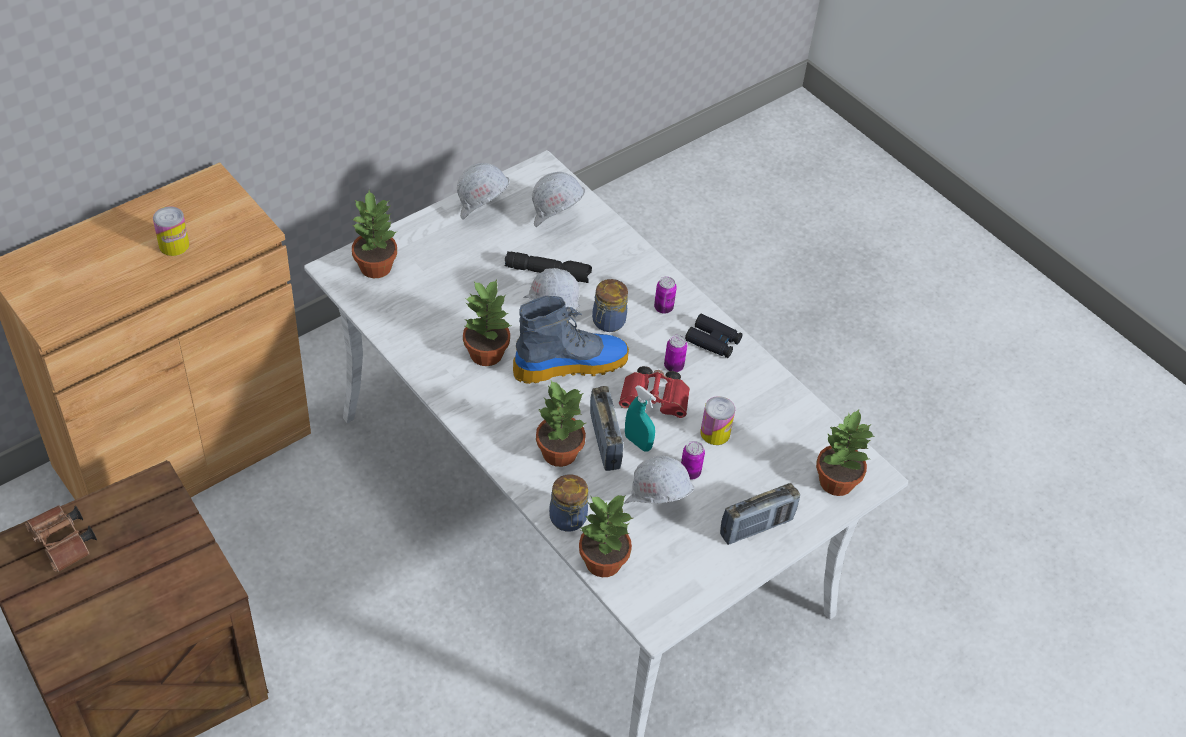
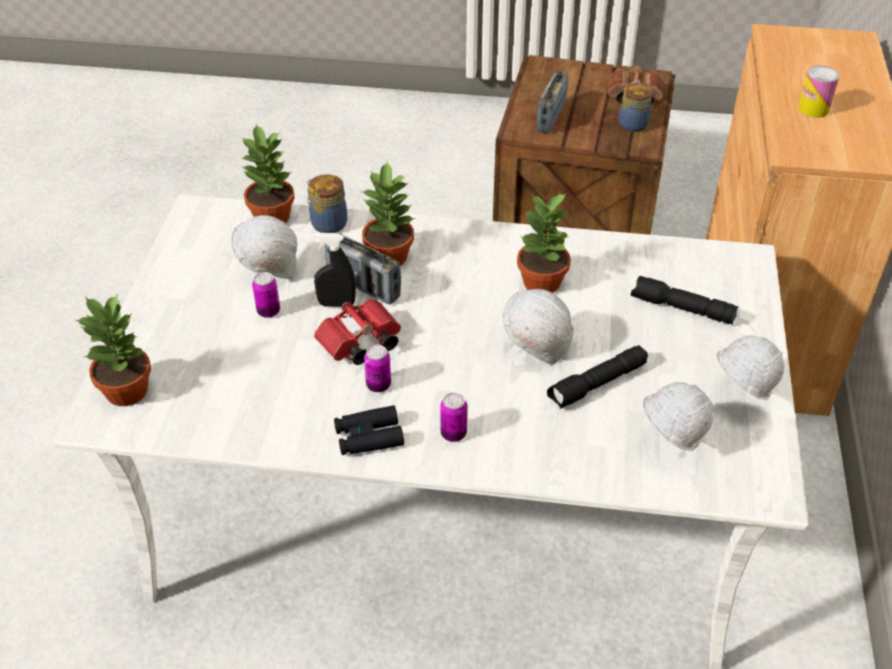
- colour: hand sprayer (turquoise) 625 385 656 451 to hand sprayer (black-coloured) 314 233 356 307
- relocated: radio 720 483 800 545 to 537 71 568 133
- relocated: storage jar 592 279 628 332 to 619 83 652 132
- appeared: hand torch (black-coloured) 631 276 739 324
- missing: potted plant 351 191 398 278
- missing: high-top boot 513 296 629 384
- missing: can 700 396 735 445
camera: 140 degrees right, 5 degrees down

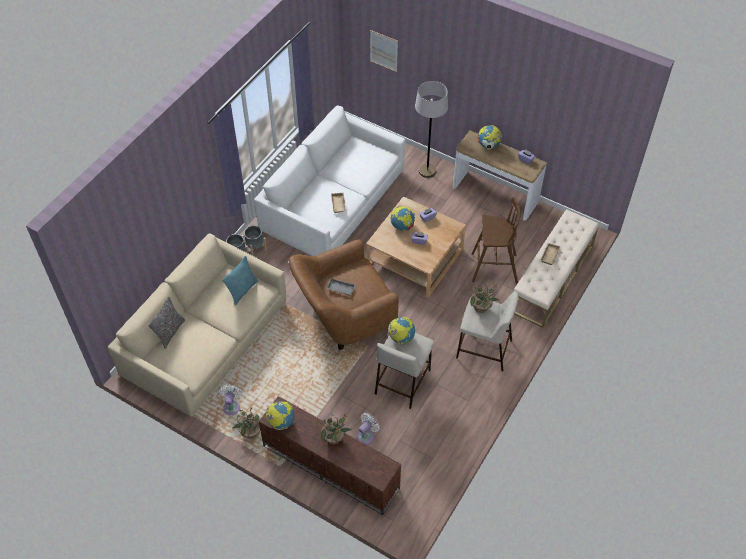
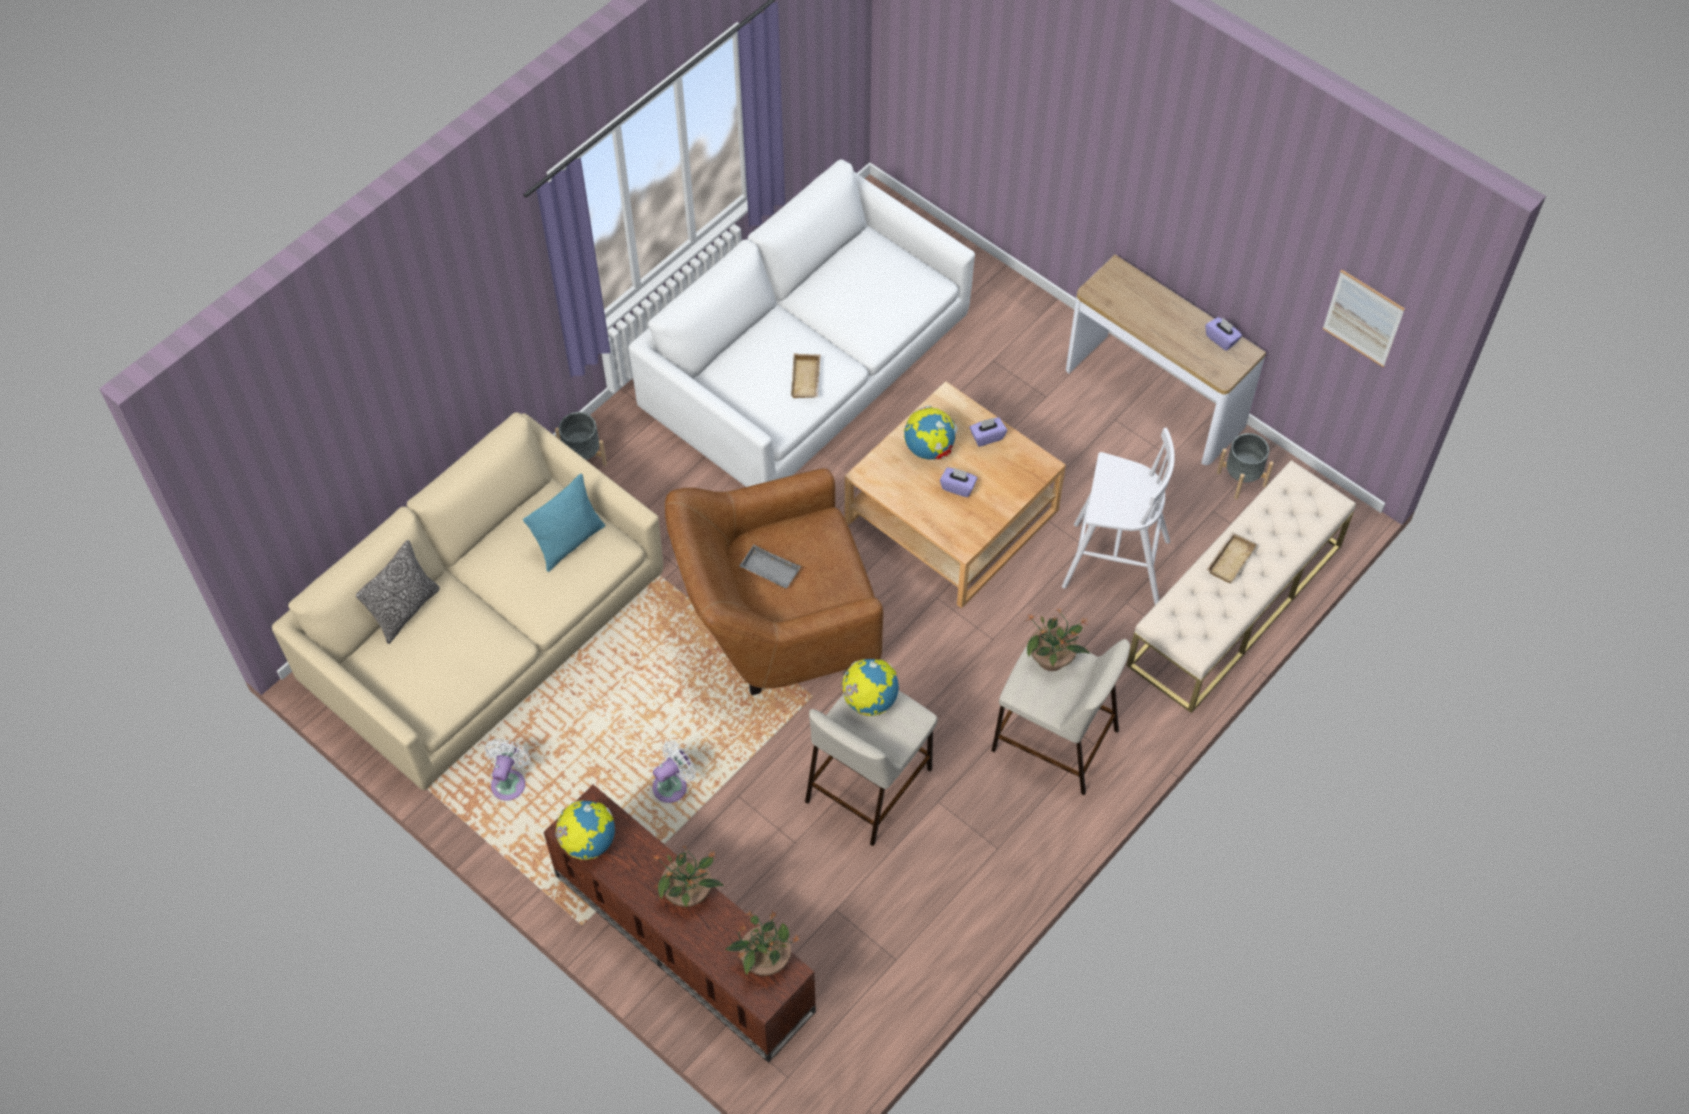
- relocated: cooling fan (white-coloured) 357 413 380 445 to 652 741 696 803
- relocated: potted plant 232 407 260 438 to 725 911 800 976
- colour: stool seat (brown) 472 197 521 284 to stool seat (white-coloured) 1062 428 1175 605
- relocated: planter (greyish) 242 226 267 256 to 1217 433 1274 499
- relocated: wall picture 370 30 398 72 to 1323 269 1405 368
- missing: floor lamp (greyish) 415 81 448 178
- missing: world globe 477 125 502 150
camera: 10 degrees right, 5 degrees up

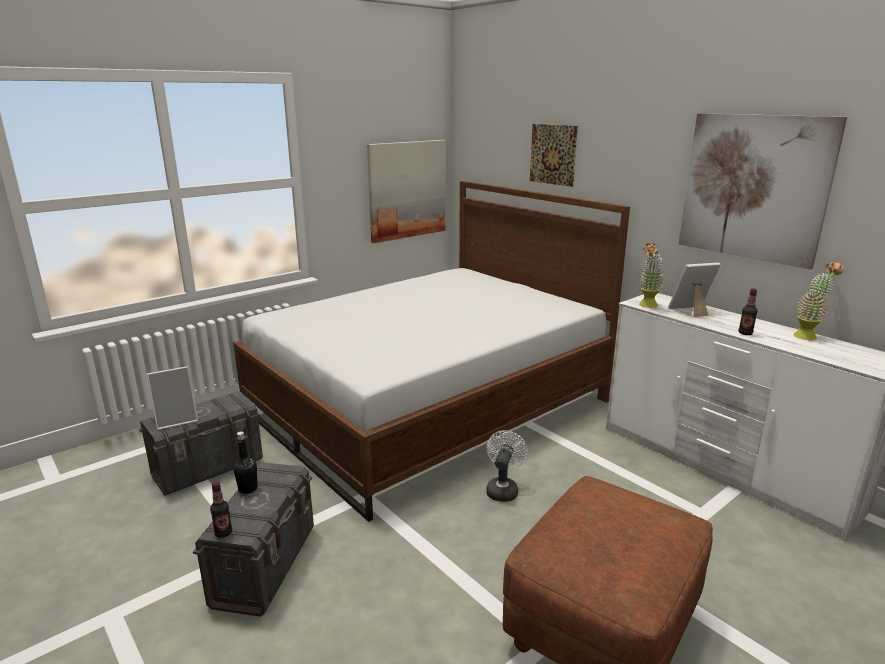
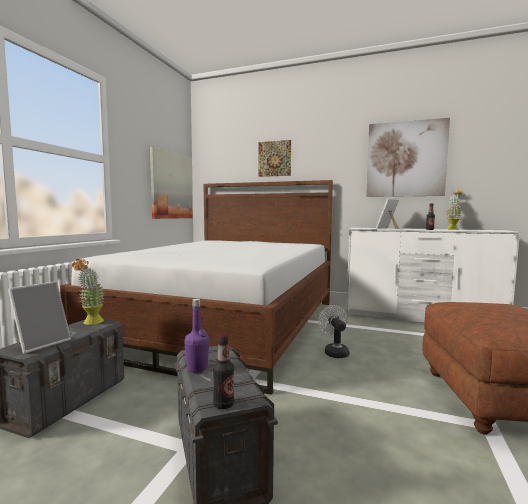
- relocated: potted plant 639 243 664 308 to 72 259 105 325
- colour: bottle (black-coloured) 233 431 257 494 to bottle (purplish) 184 299 209 372
camera: 30 degrees left, 15 degrees down

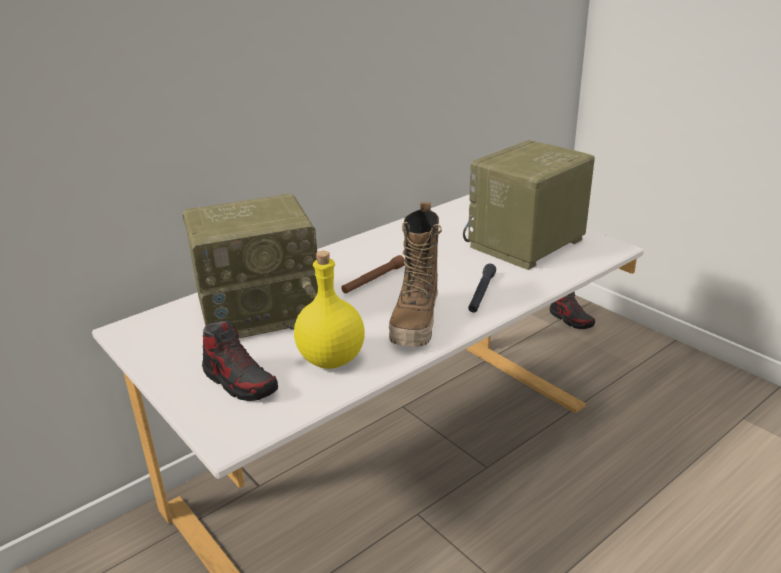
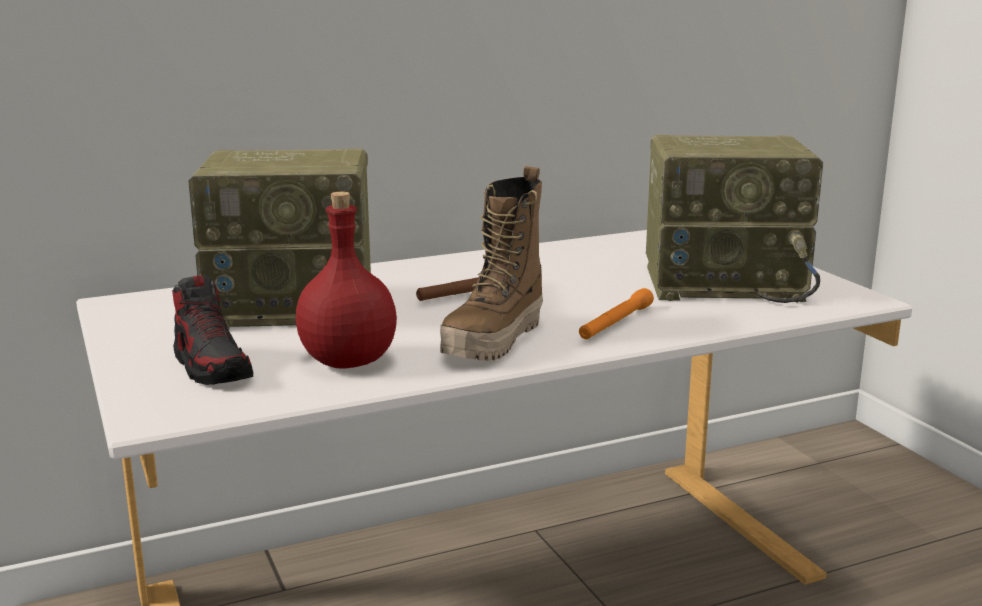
- colour: bottle (yellow-coloured) 294 251 365 369 to bottle (reddish) 296 192 397 369
- colour: hand torch (black-coloured) 468 264 496 313 to hand torch (orange-coloured) 579 288 654 339
- spun: radio 463 140 595 270 = 646 135 823 303 150 degrees counterclockwise
- missing: low shoe 550 292 595 329
camera: 15 degrees right, 10 degrees down

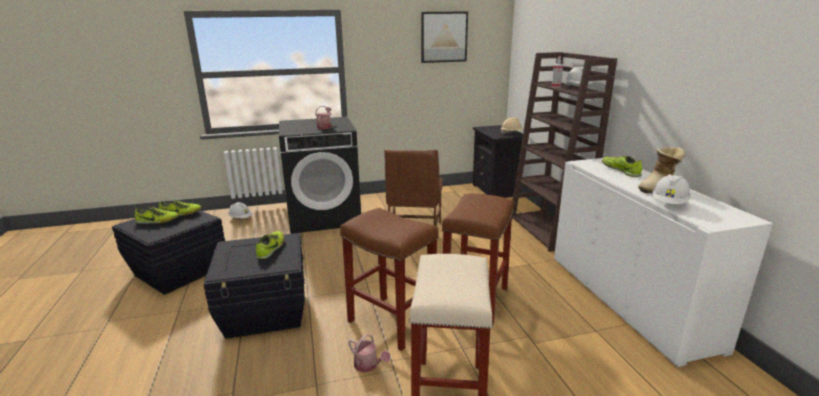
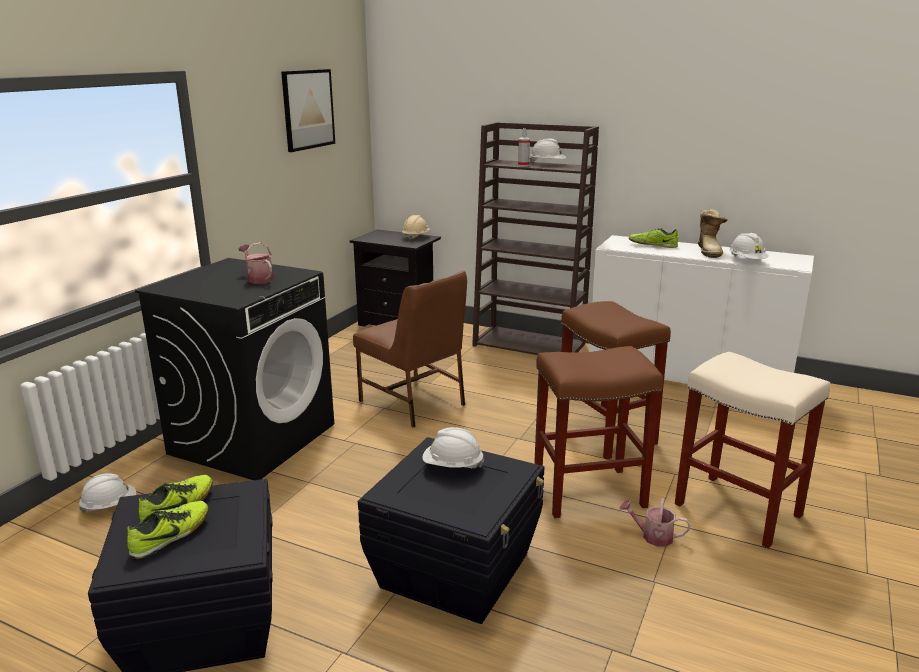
- exchanged: low shoe 256 231 284 260 to safety helmet (white-coloured) 422 427 484 468
- spun: watering can 348 334 390 373 = 620 498 691 546 150 degrees counterclockwise
camera: 50 degrees left, 0 degrees up

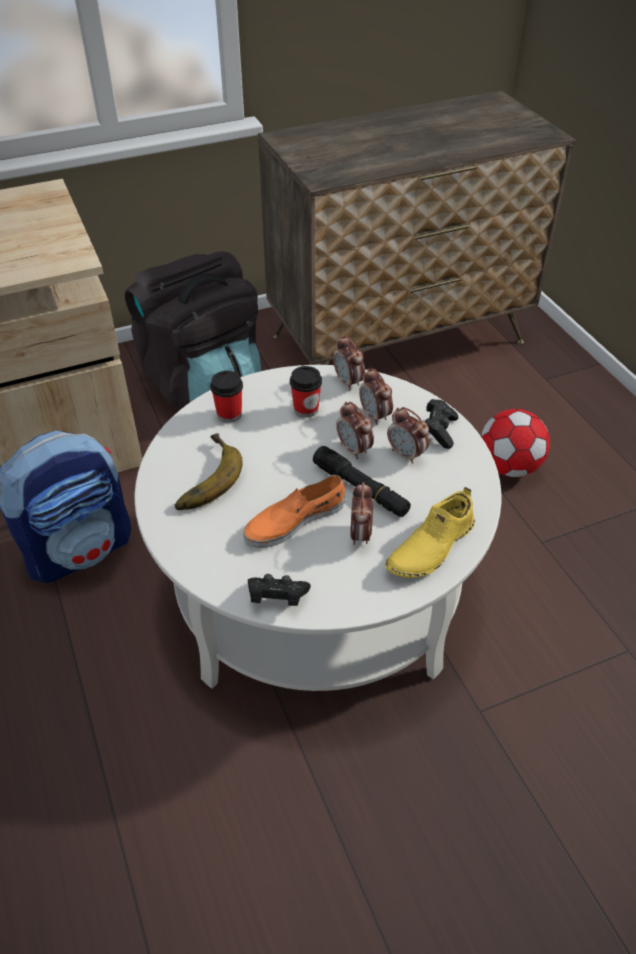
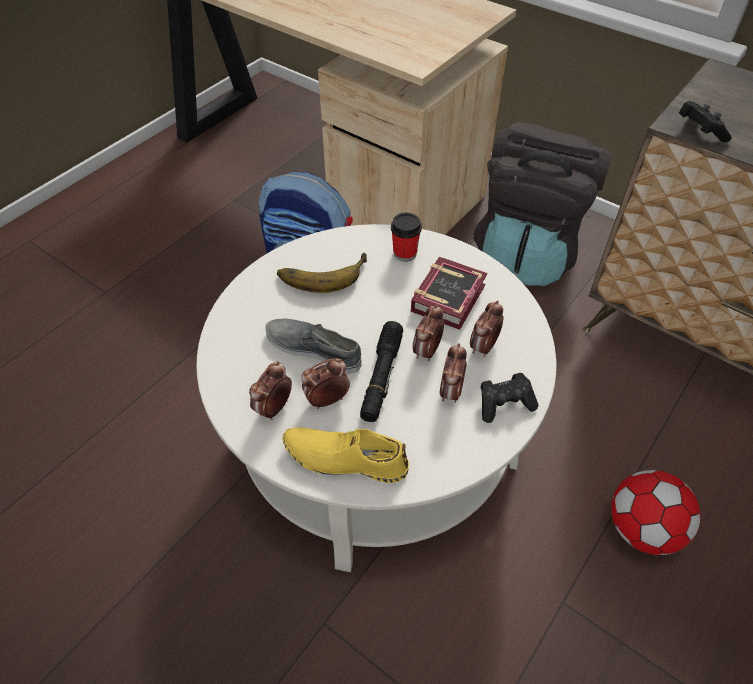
- relocated: alarm clock 333 335 365 390 to 249 361 292 420
- colour: low shoe (orange-coloured) 244 475 345 548 to low shoe (greyish) 265 319 361 374
- exchanged: cup 290 366 322 418 to bound book 411 257 487 330
- relocated: joypad (black-coloured) 248 574 311 606 to 679 101 732 142
camera: 60 degrees right, 5 degrees up

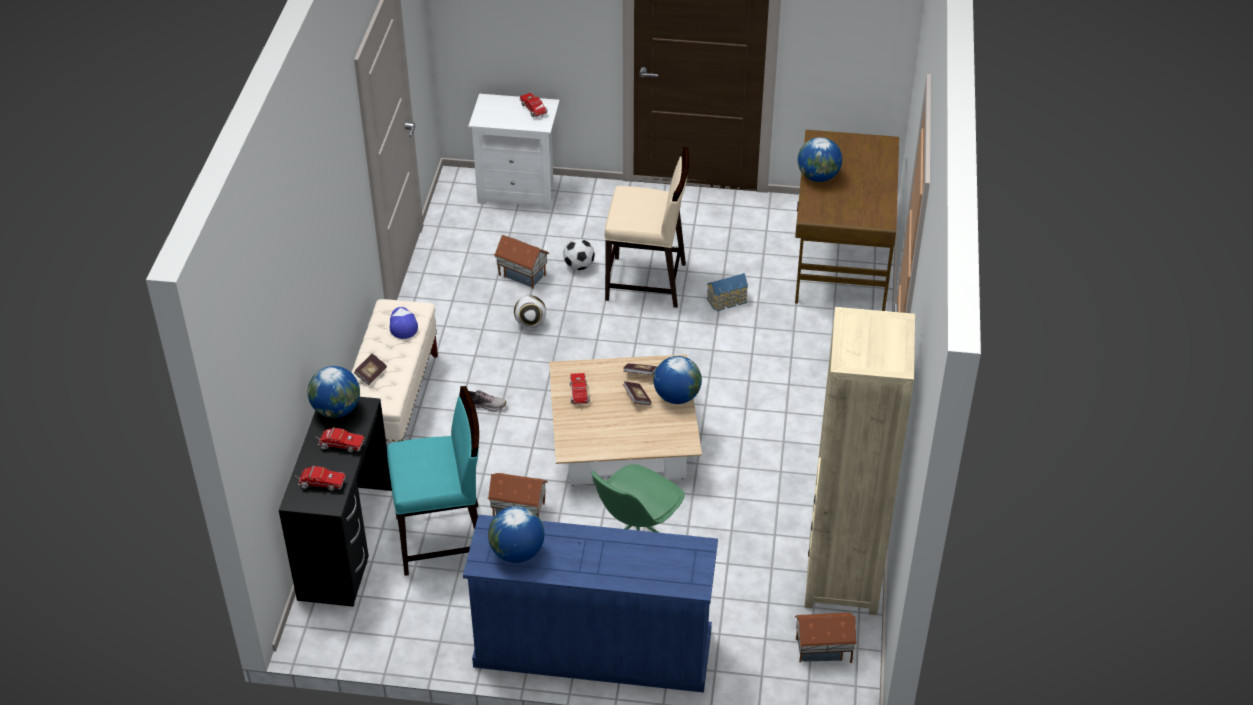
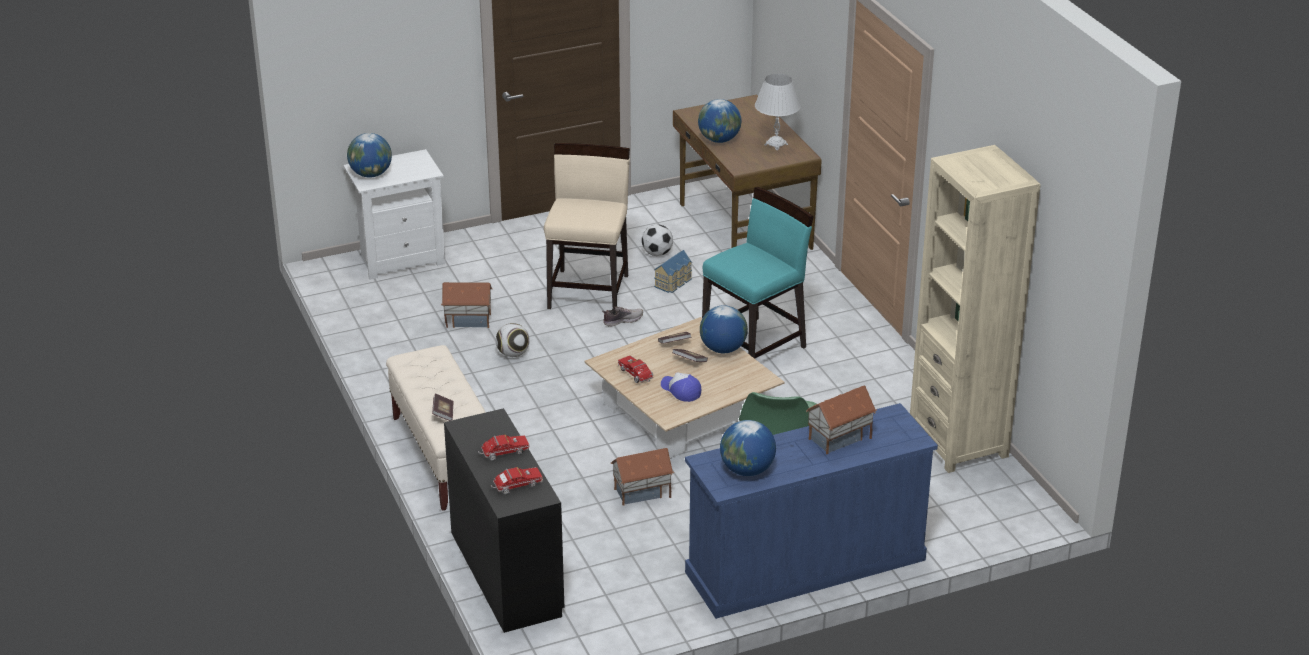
- relocated: world globe 308 366 360 418 to 347 133 392 178
- spun: chair (beige-coloured) 604 147 689 308 = 544 143 630 309 60 degrees counterclockwise
- relocated: low shoe 469 390 506 411 to 602 306 643 327
- relocated: football 563 239 595 270 to 642 224 673 256
- relocated: peaked cap 390 307 418 339 to 661 372 701 402
- relocated: chair (turquoise) 387 386 479 576 to 702 187 814 359
- appeared: lamp for a table (white-coloured) 755 74 801 150
- relocated: toy house 795 612 858 663 to 806 386 877 454
- missing: toy truck 520 93 548 117
camera: 30 degrees left, 10 degrees down

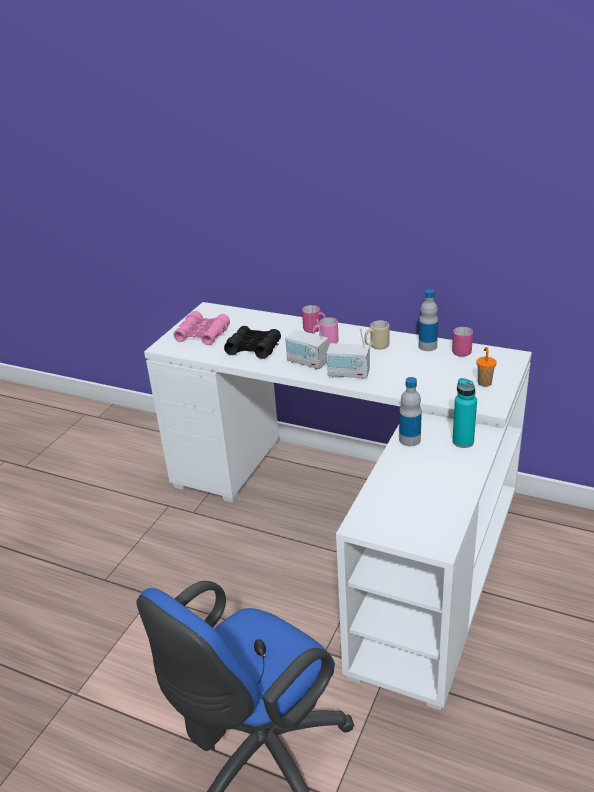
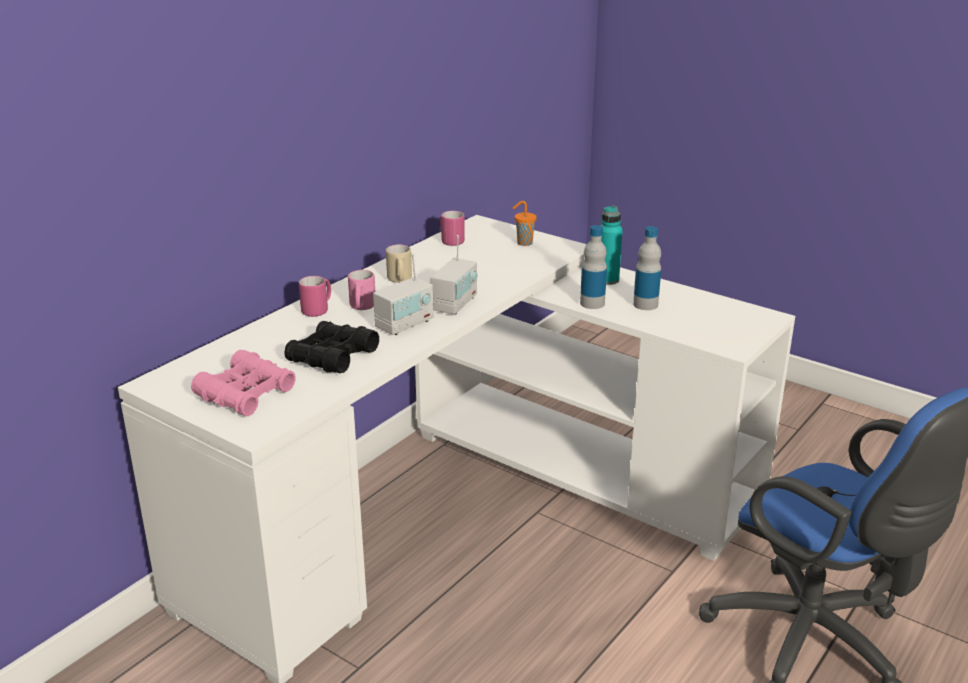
- relocated: bottle 419 289 438 351 to 633 226 661 310
camera: 80 degrees left, 5 degrees down

